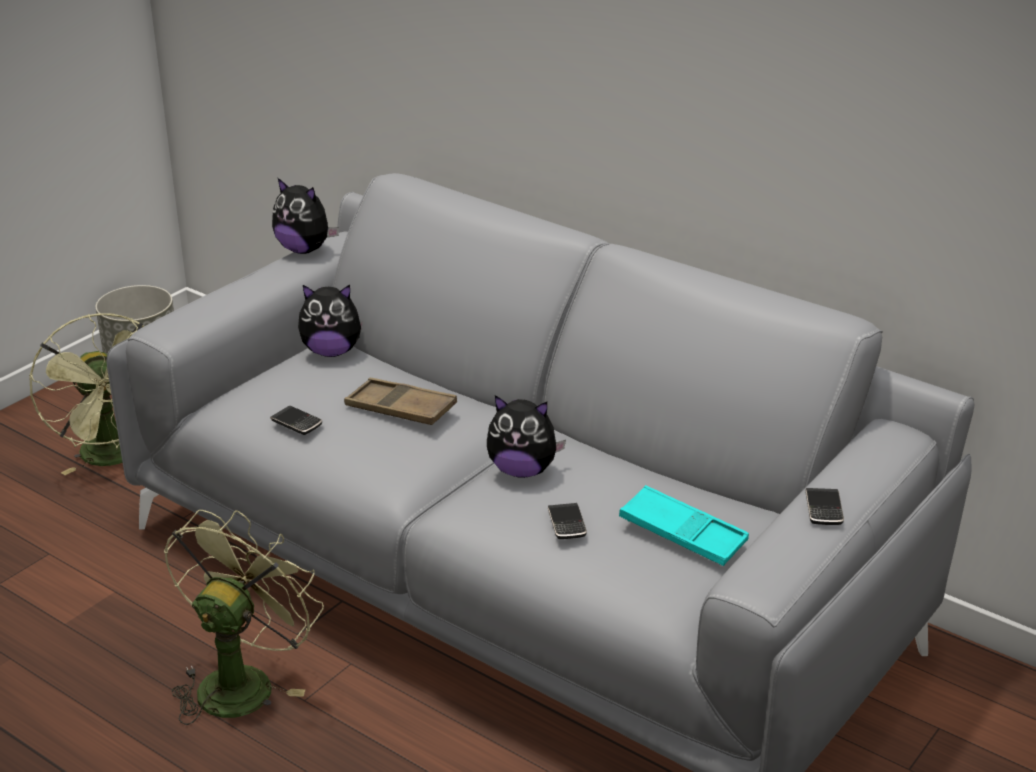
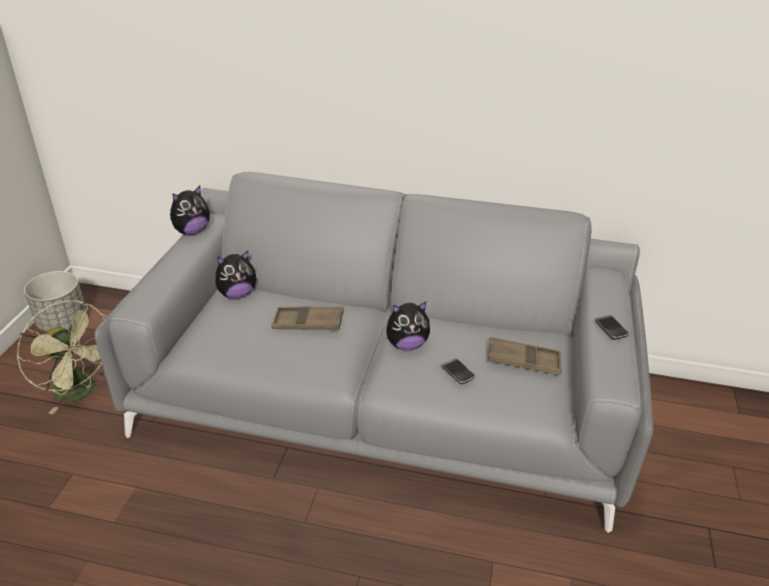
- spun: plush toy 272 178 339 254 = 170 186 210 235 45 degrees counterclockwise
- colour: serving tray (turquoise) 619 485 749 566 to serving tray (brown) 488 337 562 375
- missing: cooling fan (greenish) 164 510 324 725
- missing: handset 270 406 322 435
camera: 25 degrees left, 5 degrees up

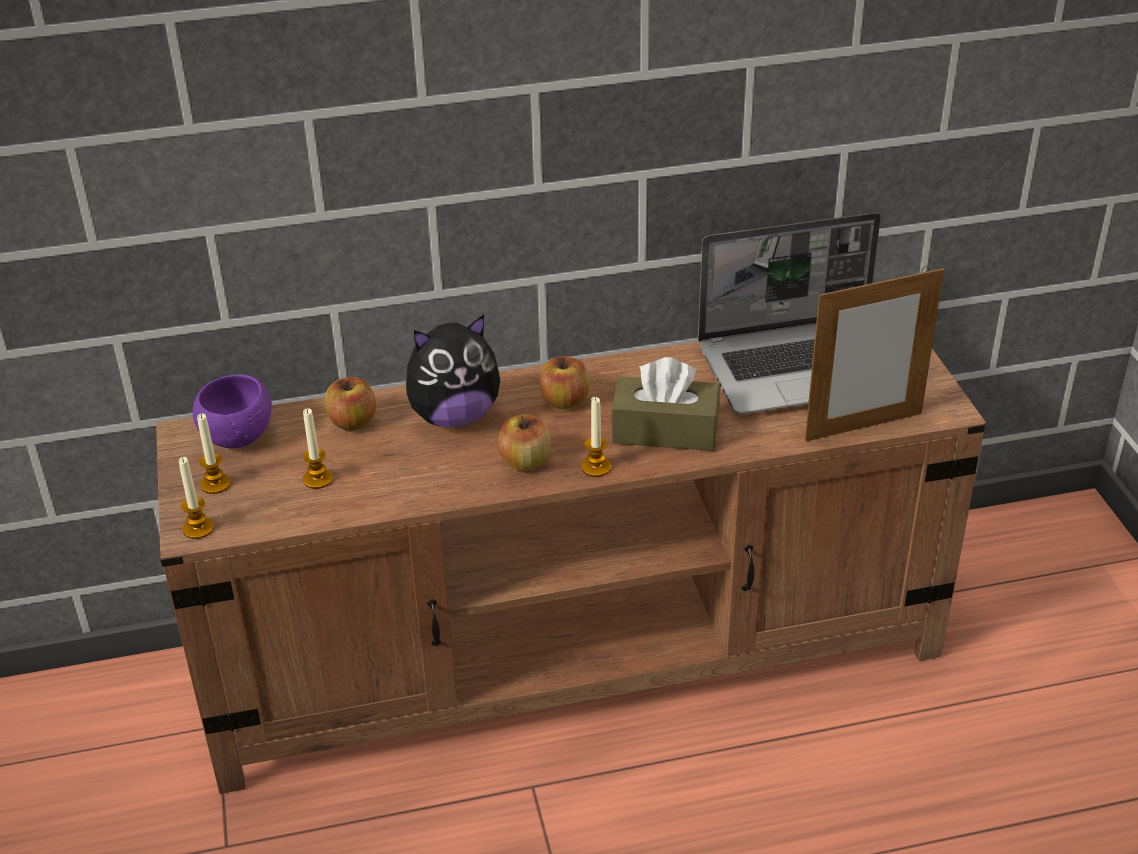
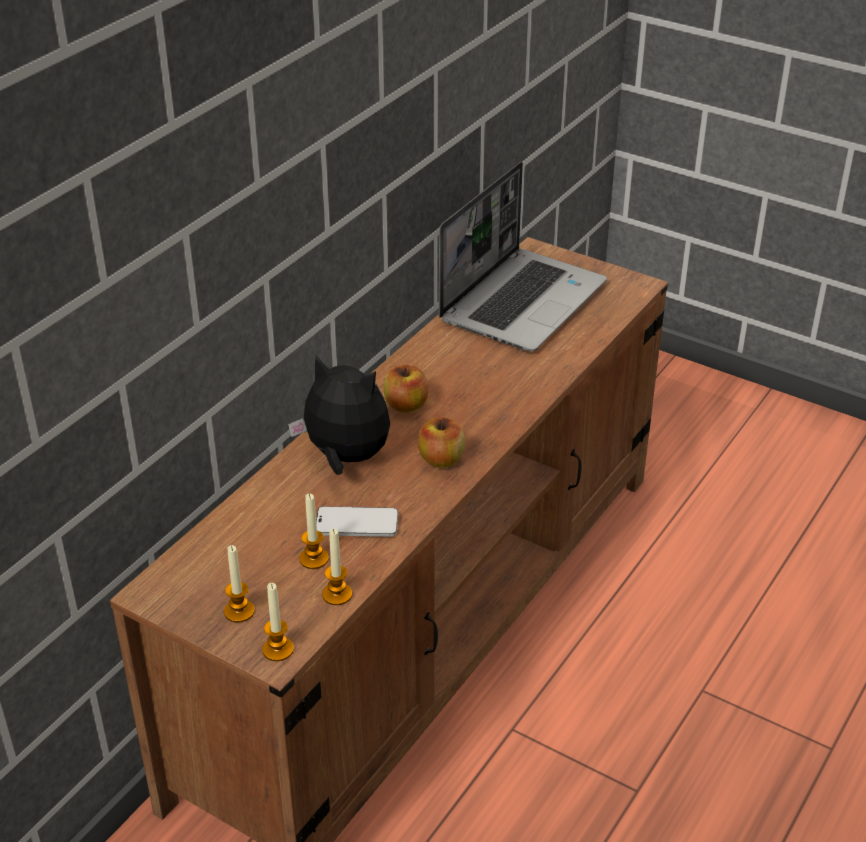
- spun: plush toy 406 315 500 427 = 288 354 390 475 90 degrees counterclockwise
- appeared: handset 316 506 398 537
- relocated: candle 581 397 611 477 to 322 529 352 605
- missing: serving bowl (purplish) 193 374 272 448
- missing: whole apple 325 377 376 431
- missing: tissue box (brown) 611 357 720 451
- missing: photo frame 805 266 944 441
camera: 45 degrees left, 0 degrees up

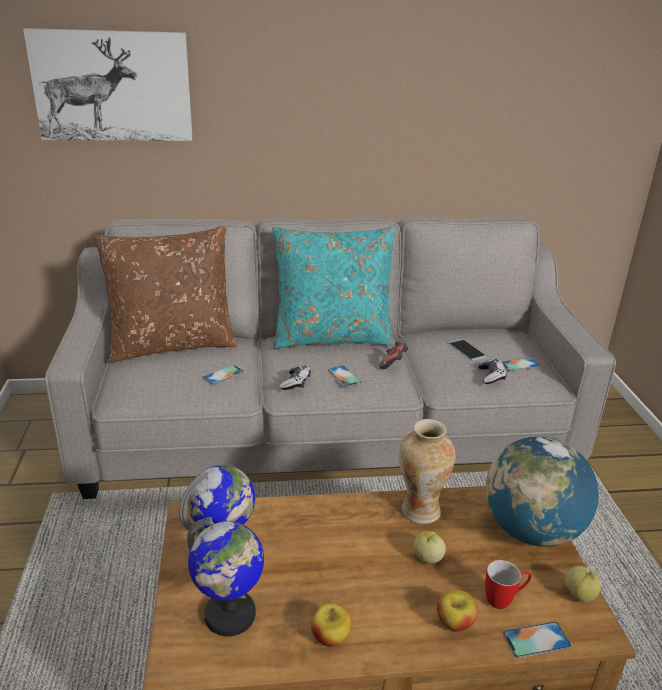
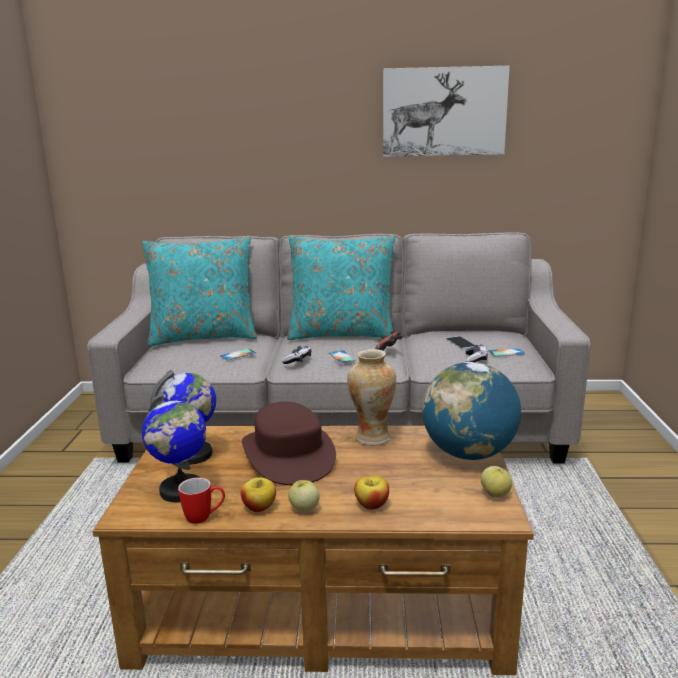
- colour: pillow (brown) 94 225 237 363 to pillow (turquoise) 142 236 257 346
- relocated: mug 485 560 532 609 to 178 478 225 524
- appeared: clothing hat (brown) 242 402 336 485
- relocated: whole apple 413 531 446 564 to 288 480 320 512
- relocated: wall picture 23 28 193 141 to 383 66 510 157
- missing: handset 503 621 571 658
camera: 10 degrees right, 10 degrees down

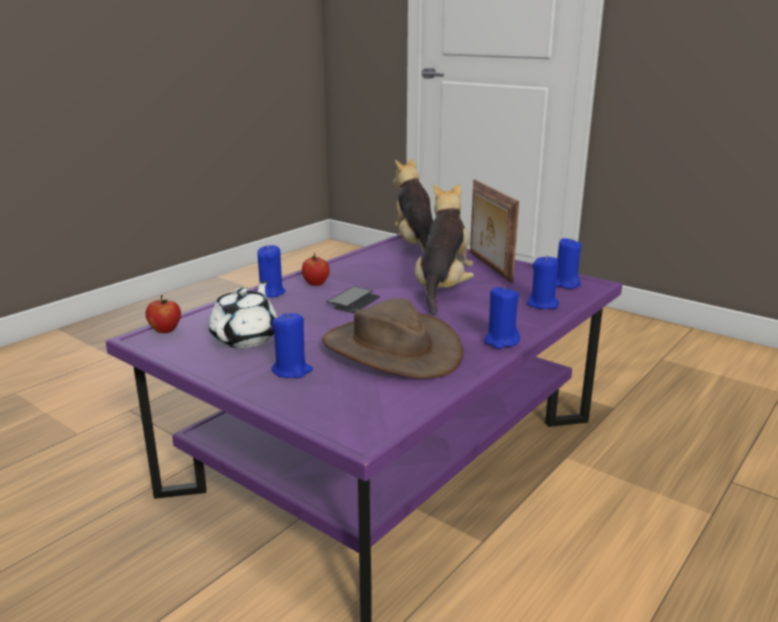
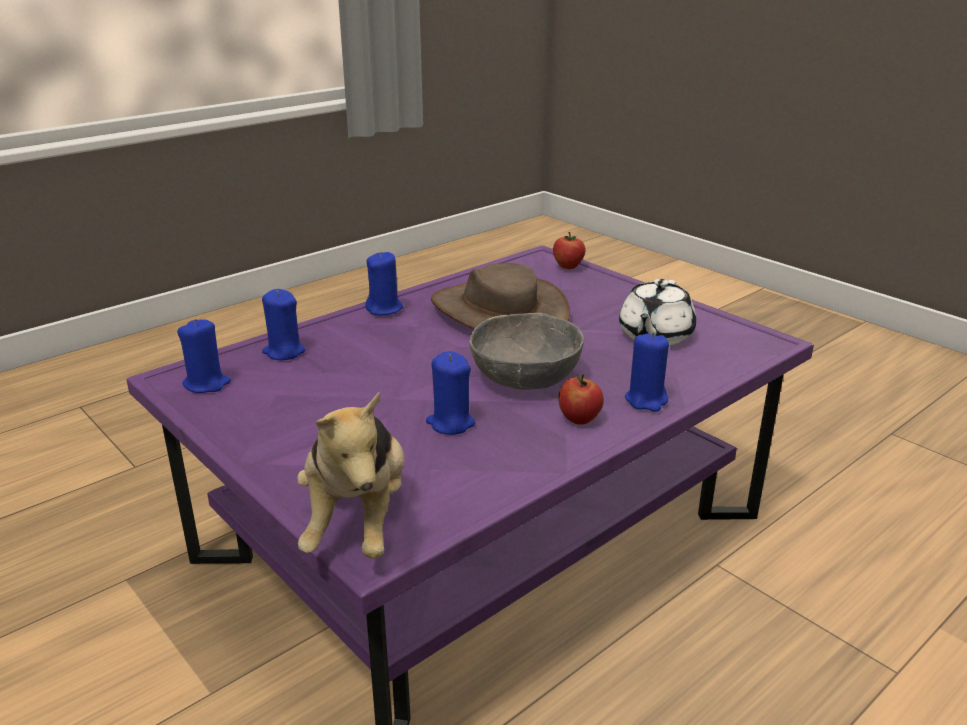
- relocated: candle (blue) 271 312 313 378 to 426 351 475 435
- exchanged: handset 327 286 380 313 to serving bowl (greyish) 469 313 584 390
- relocated: whole apple 146 295 181 333 to 553 232 585 269
- missing: plush toy 415 184 474 315
- missing: photo frame 470 180 519 283
camera: 170 degrees left, 5 degrees up

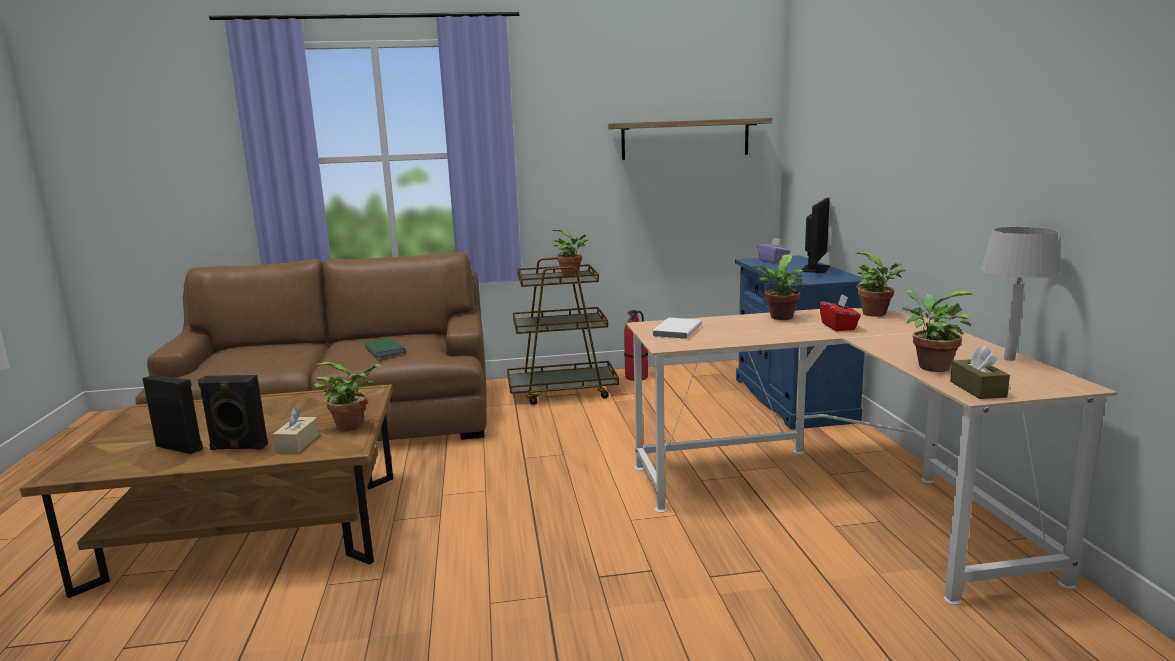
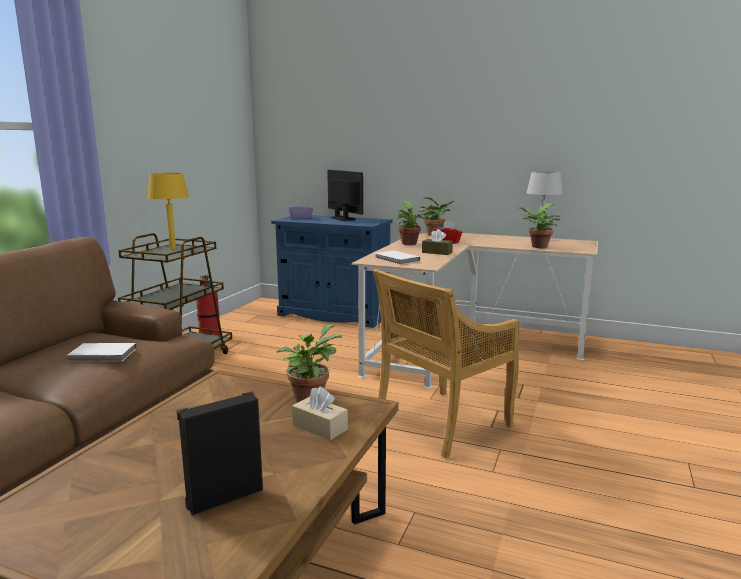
- colour: bound book (greenish) 365 339 405 358 to bound book (white-coloured) 68 343 137 361
- exchanged: potted plant 552 229 588 276 to lamp for a table (yellow-coloured) 147 173 189 249
- appeared: chair (beige-coloured) 373 268 519 458
- relocated: tissue box (brown) 950 345 1010 399 to 422 229 453 255
- missing: speaker (black-coloured) 198 375 268 450
- missing: shelf 608 118 772 160
camera: 60 degrees left, 0 degrees up

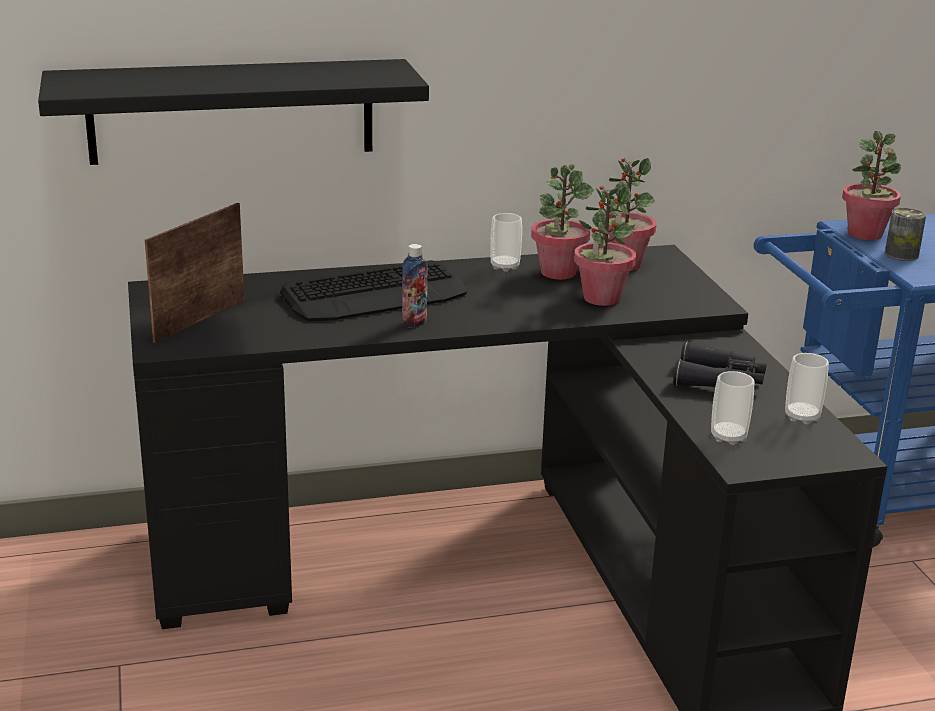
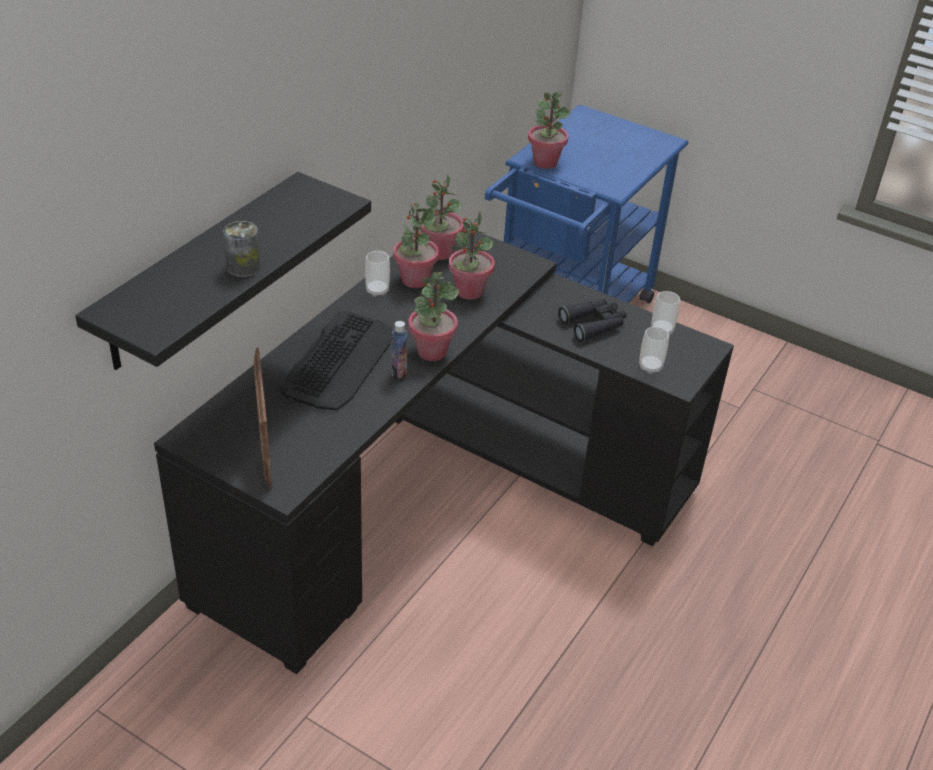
- relocated: can 885 208 926 261 to 223 221 260 277
- appeared: potted plant 408 271 459 361
camera: 45 degrees left, 15 degrees up

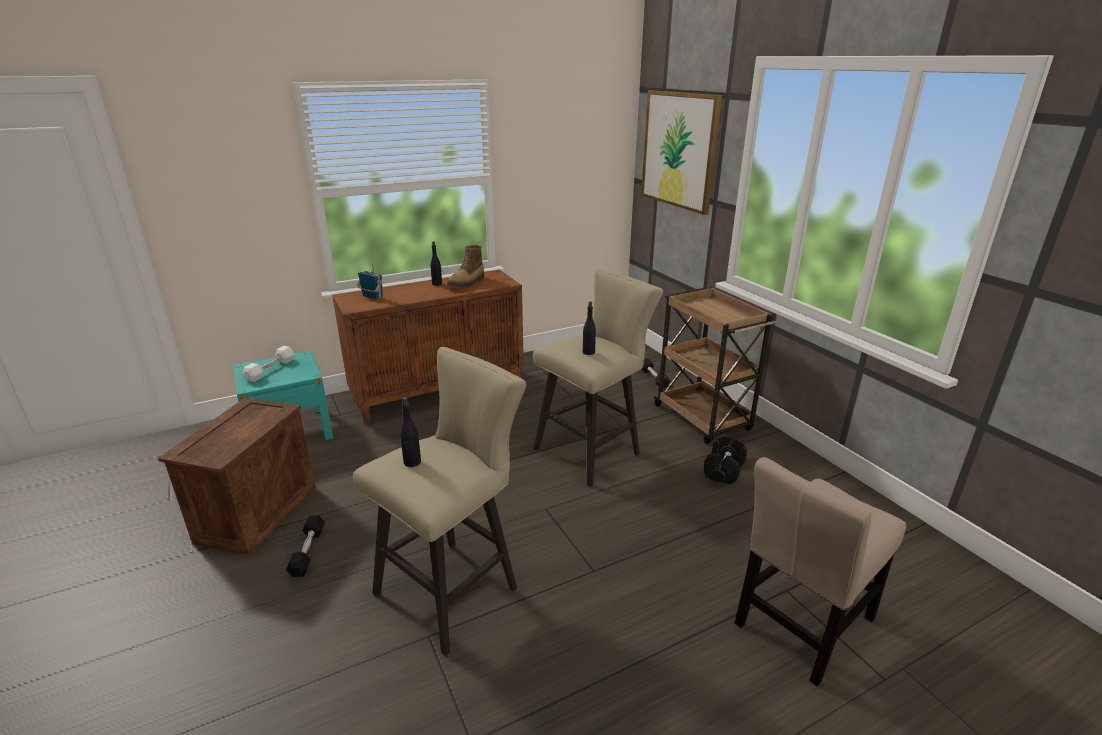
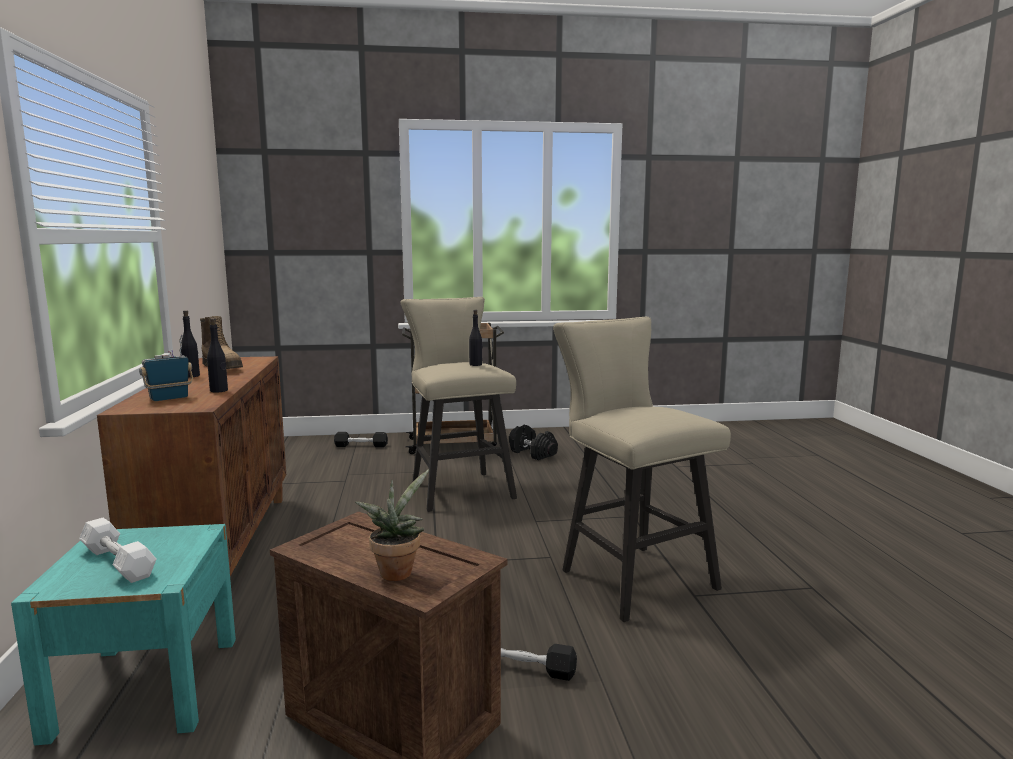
- relocated: bottle (black-coloured) 400 397 421 467 to 207 318 228 393
- appeared: potted plant 355 470 429 581
- missing: wall picture 641 90 722 215
- missing: chair (beige-coloured) 735 457 906 686
camera: 70 degrees left, 15 degrees down

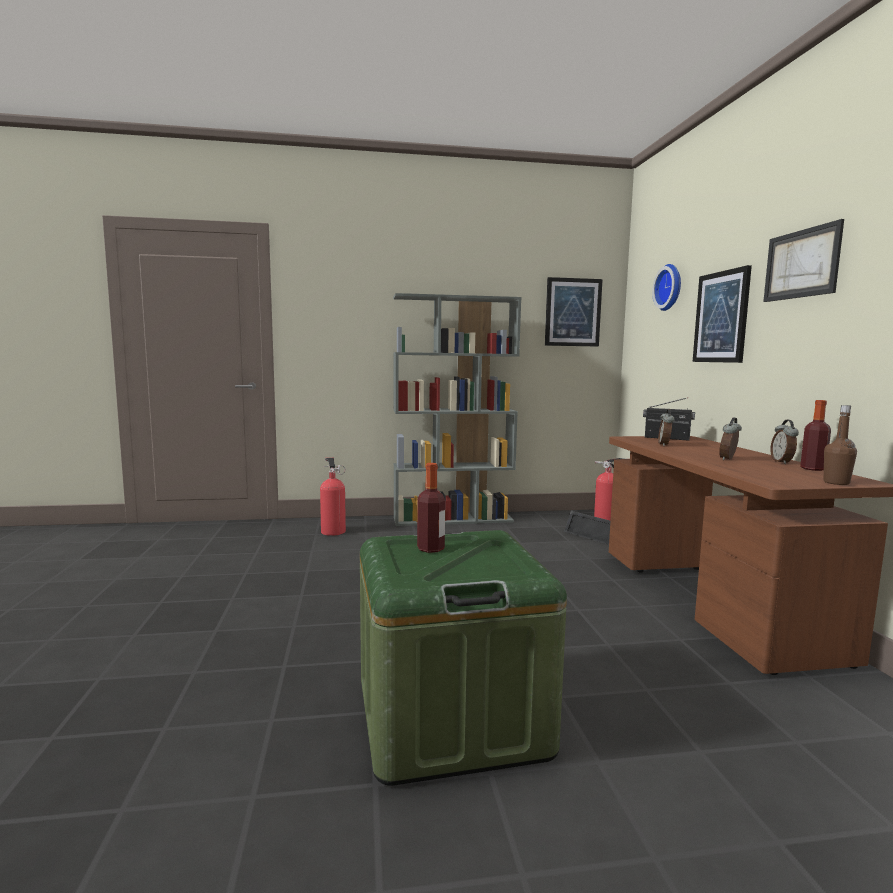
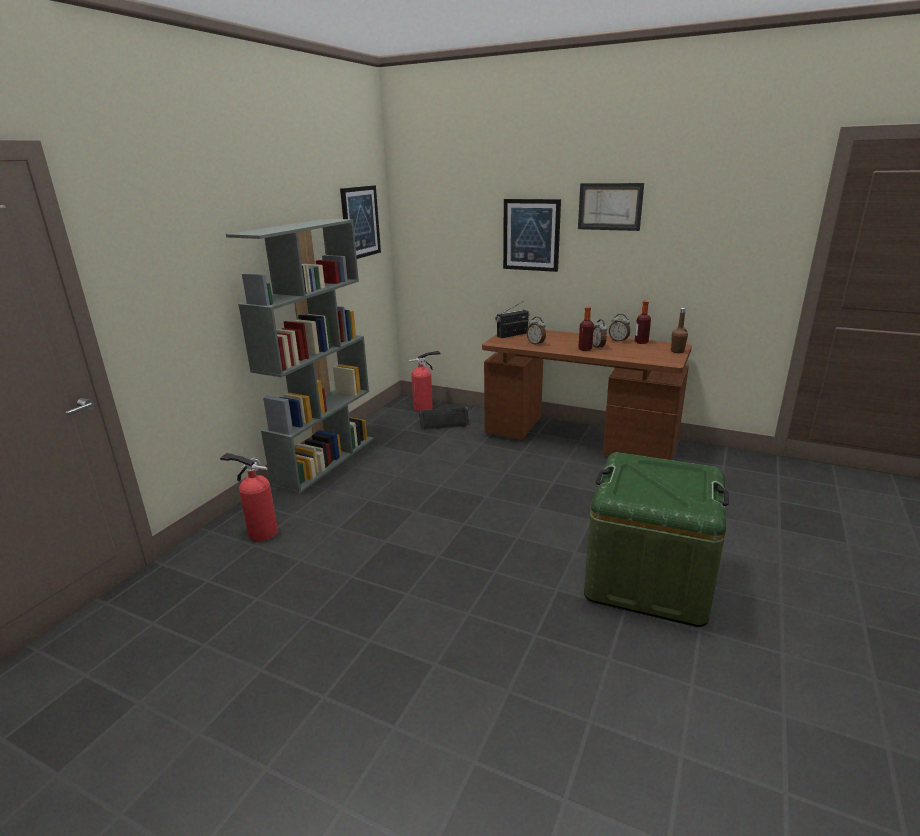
- relocated: bottle 417 463 445 553 to 578 307 594 351
- missing: wall clock 652 264 681 311
camera: 55 degrees left, 15 degrees up

